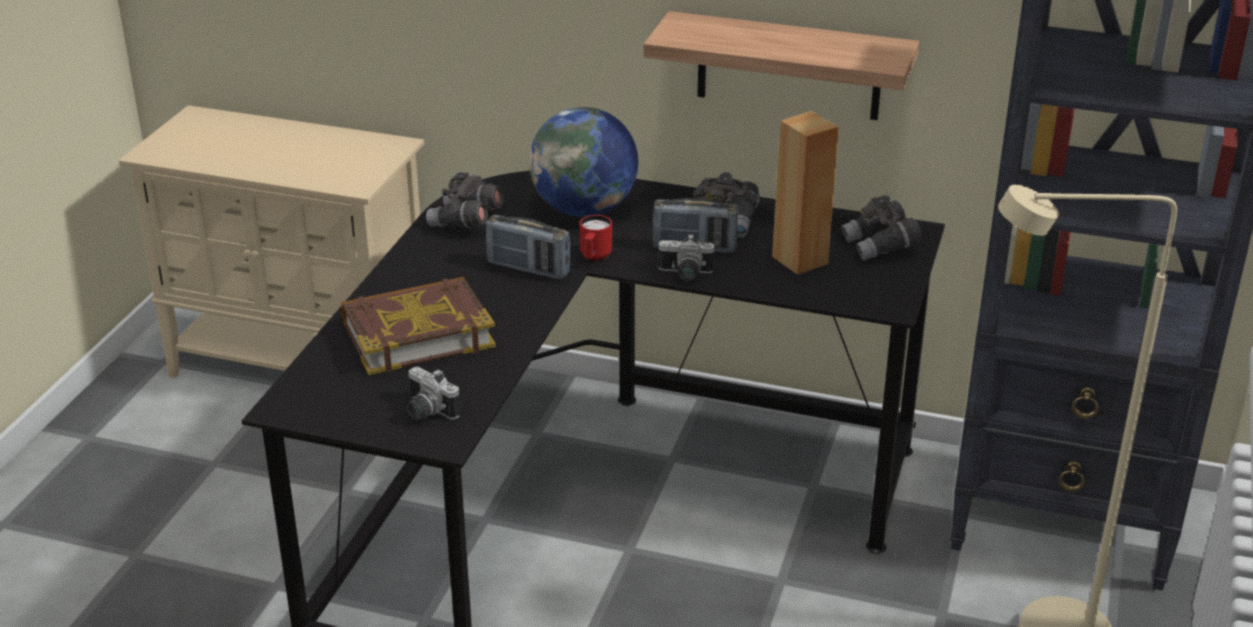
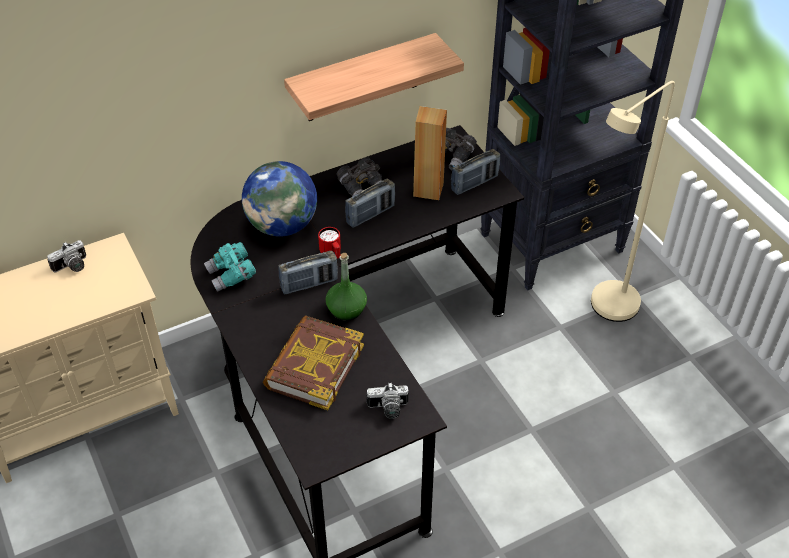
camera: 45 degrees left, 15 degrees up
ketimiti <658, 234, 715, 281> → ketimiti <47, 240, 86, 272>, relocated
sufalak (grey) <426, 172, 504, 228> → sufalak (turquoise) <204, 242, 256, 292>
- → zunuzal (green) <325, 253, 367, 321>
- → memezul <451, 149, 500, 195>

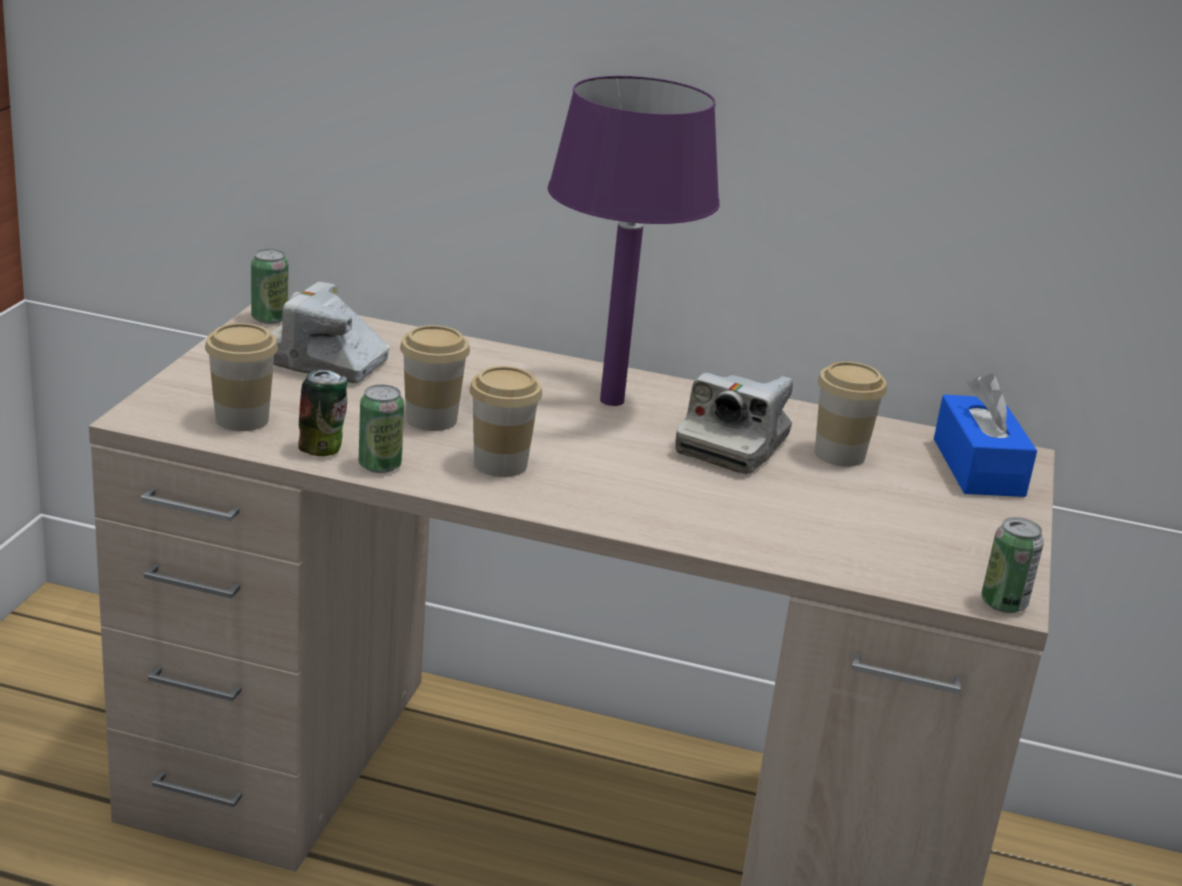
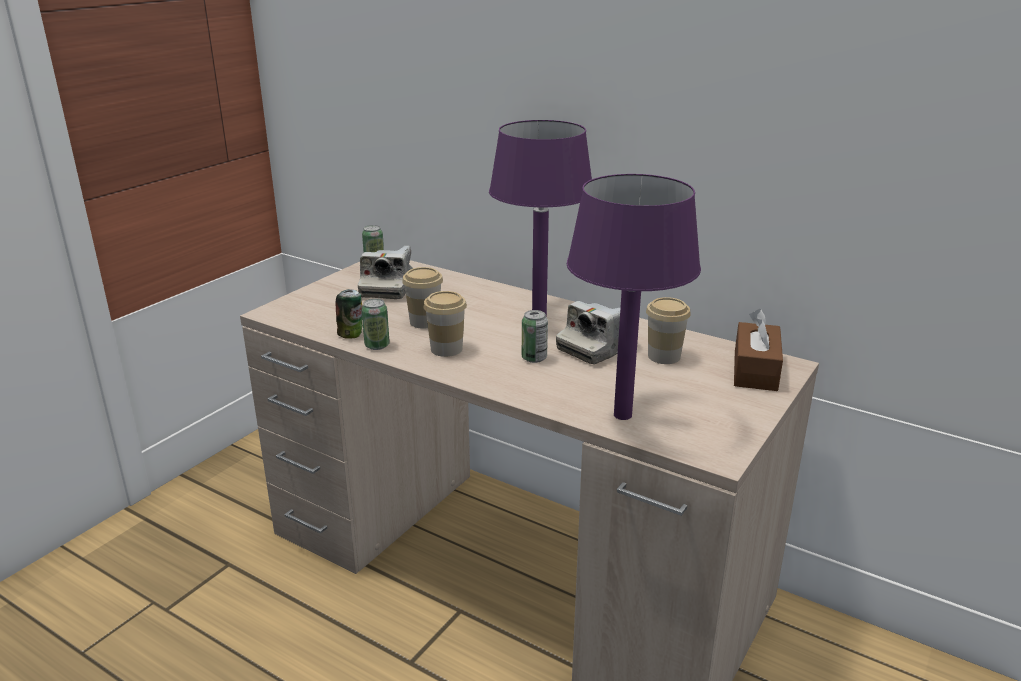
camera: 20 degrees right, 0 degrees up
ketimiti <270, 282, 390, 383> → ketimiti <358, 246, 413, 299>, 120 degrees counterclockwise
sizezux <981, 517, 1044, 613> → sizezux <522, 310, 548, 363>, relocated
- → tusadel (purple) <567, 174, 701, 420>
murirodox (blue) <934, 374, 1037, 497> → murirodox (brown) <734, 309, 783, 391>
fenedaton <205, 323, 278, 431> → -

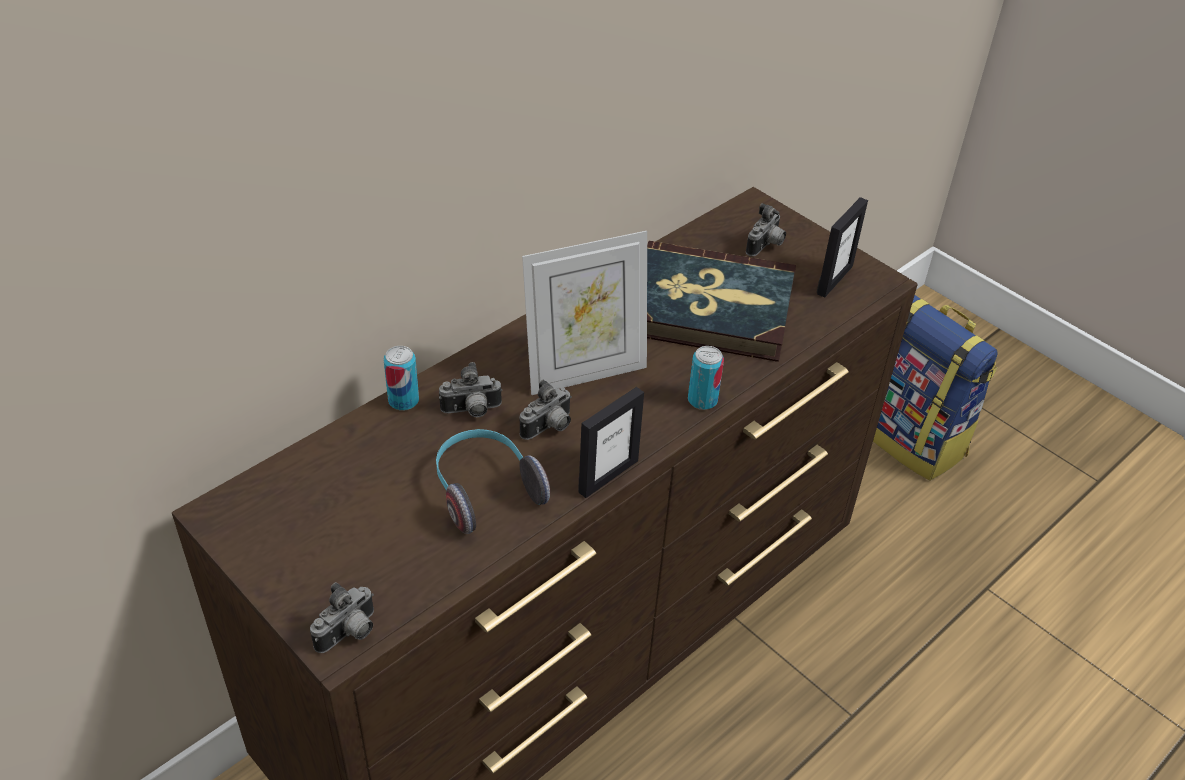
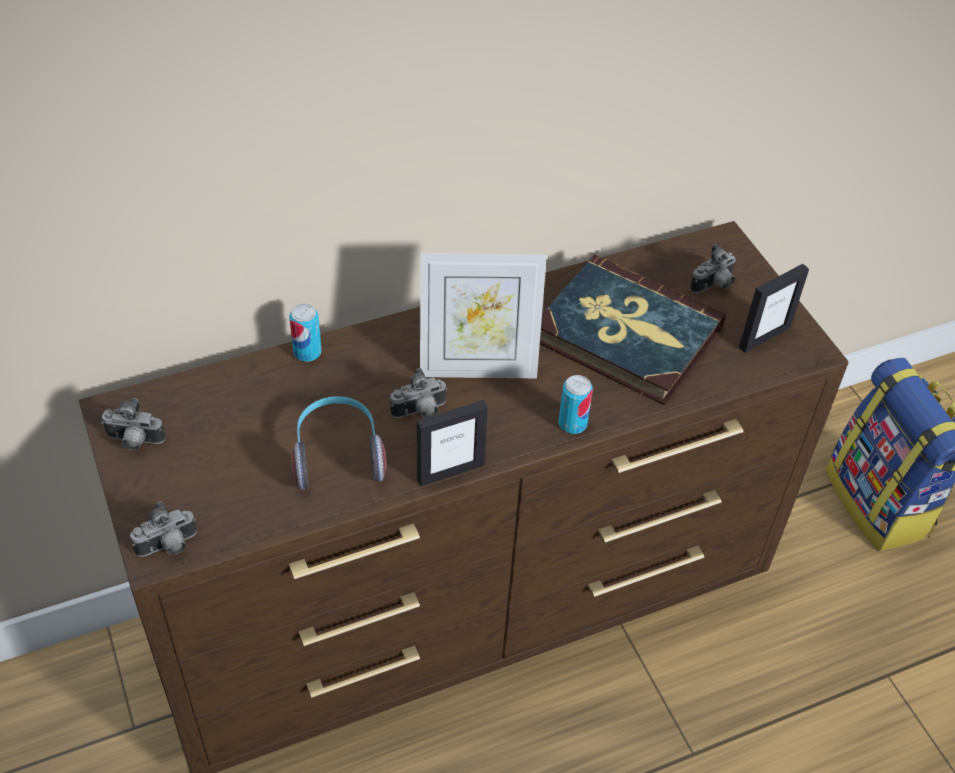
camera: 20 degrees right, 5 degrees up
ketimiti <439, 362, 502, 417> → ketimiti <101, 398, 166, 451>, relocated

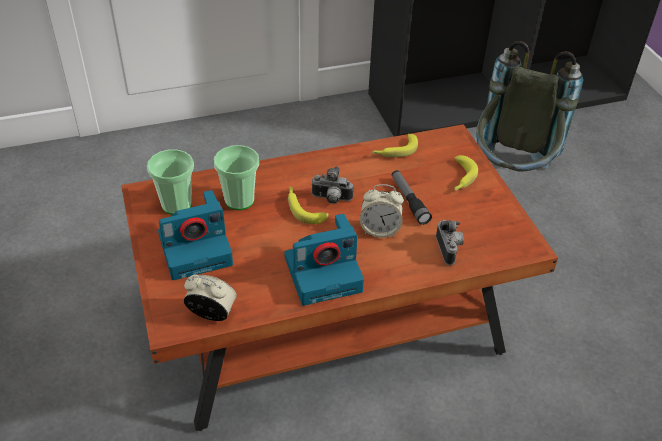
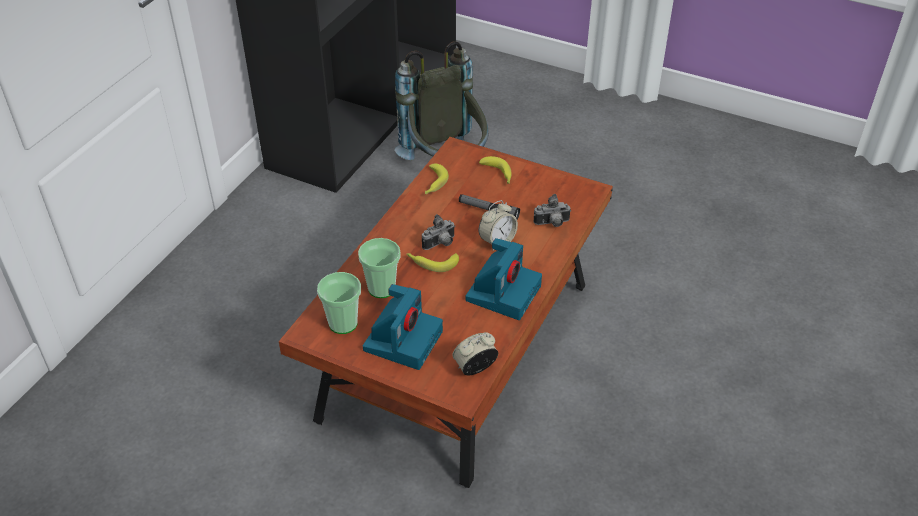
camera: 45 degrees left, 0 degrees up
ketimiti <436, 220, 464, 265> → ketimiti <534, 194, 571, 227>, 135 degrees clockwise

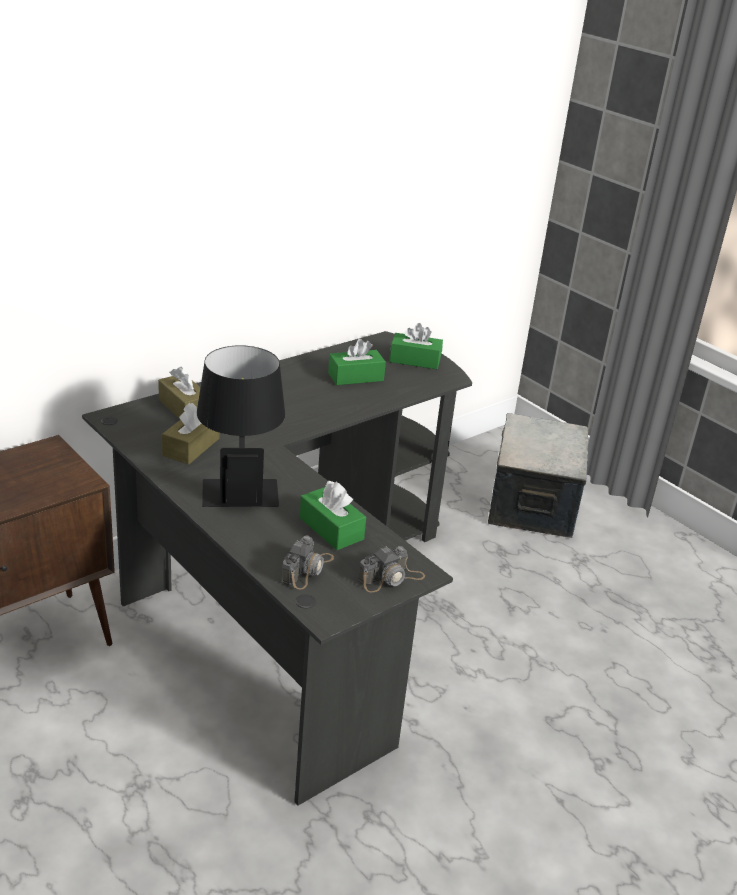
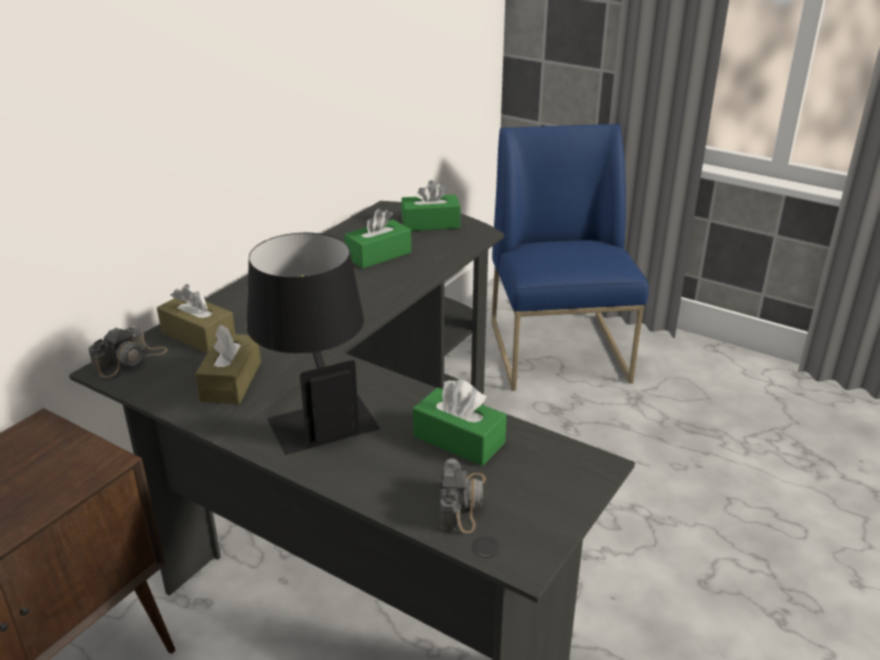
camera: 15 degrees left, 0 degrees up
ketimiti <358, 546, 425, 592> → ketimiti <88, 324, 168, 377>, relocated
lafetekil <488, 413, 588, 538> → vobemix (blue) <491, 124, 649, 391>

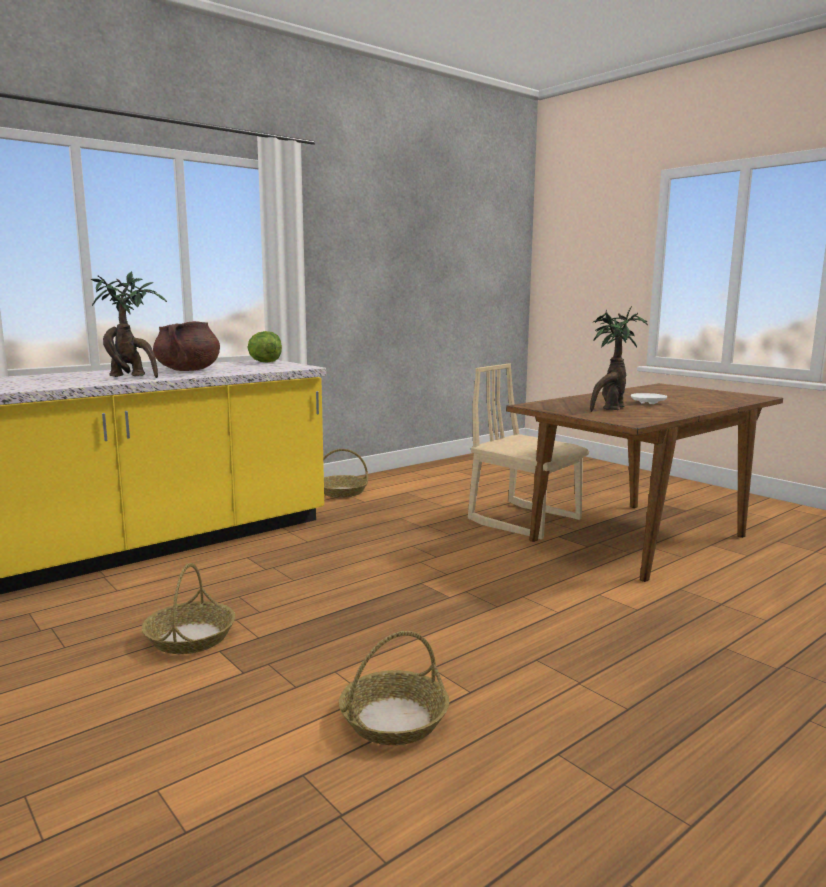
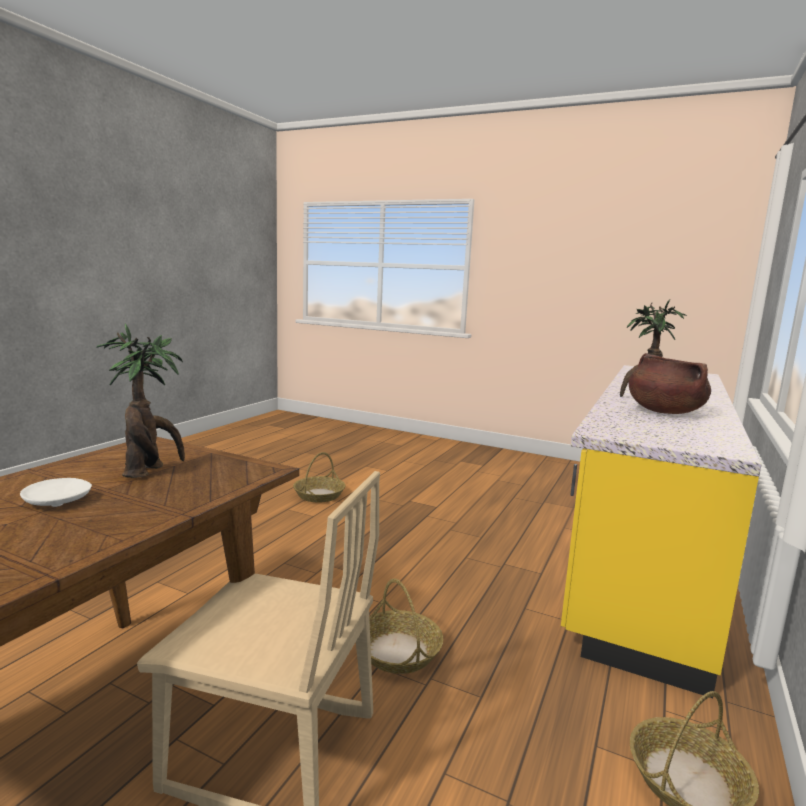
camera: 155 degrees right, 0 degrees up
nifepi <142, 563, 235, 654> → nifepi <369, 578, 443, 674>, relocated
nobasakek <248, 331, 282, 362> → -

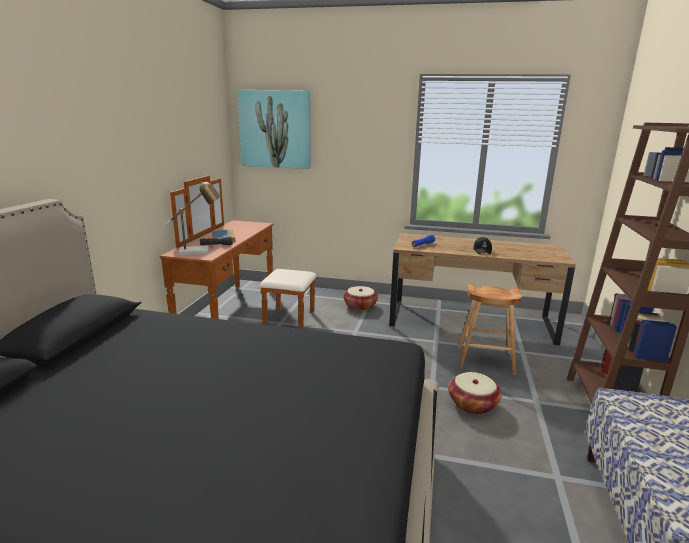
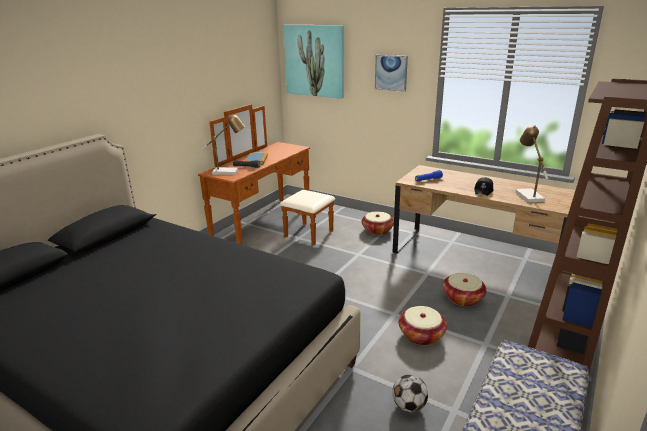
camera: 20 degrees right, 5 degrees up
- → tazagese <375, 55, 408, 91>
- → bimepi <392, 375, 428, 412>
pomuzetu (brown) <458, 284, 522, 375> → nifepi <443, 273, 487, 306>
- → tusadel <516, 125, 548, 203>

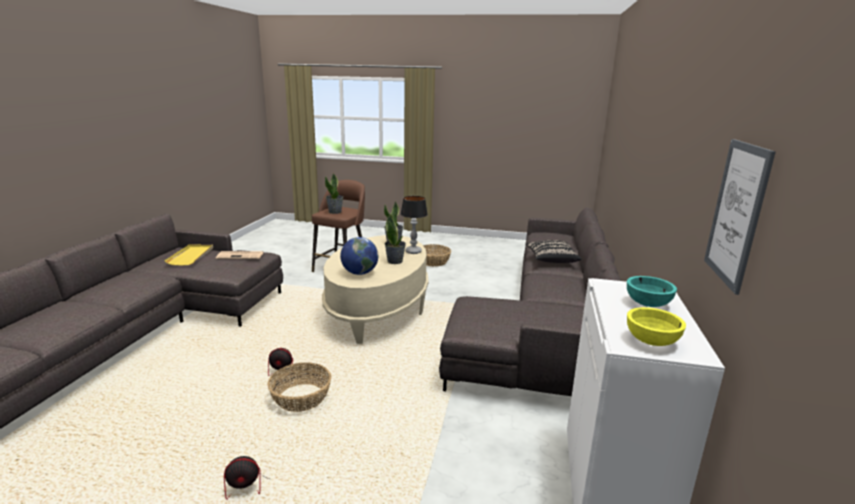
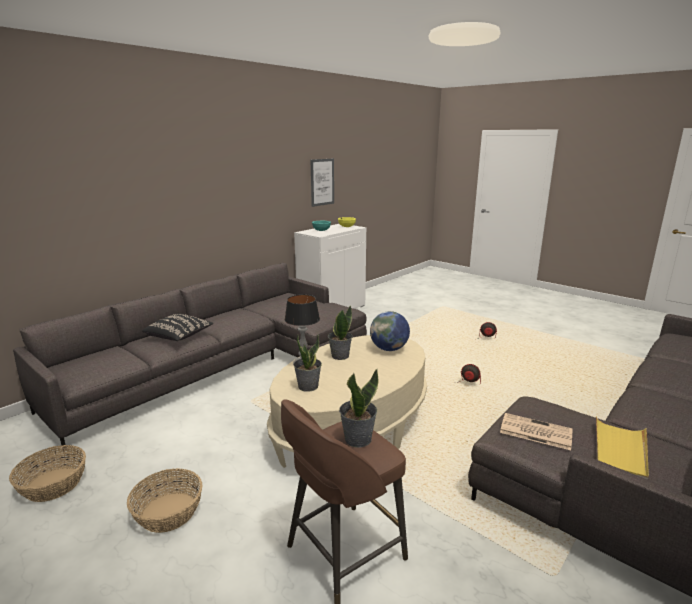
camera: 150 degrees left, 0 degrees up
nifepi <267, 362, 331, 412> → nifepi <9, 445, 86, 502>, relocated

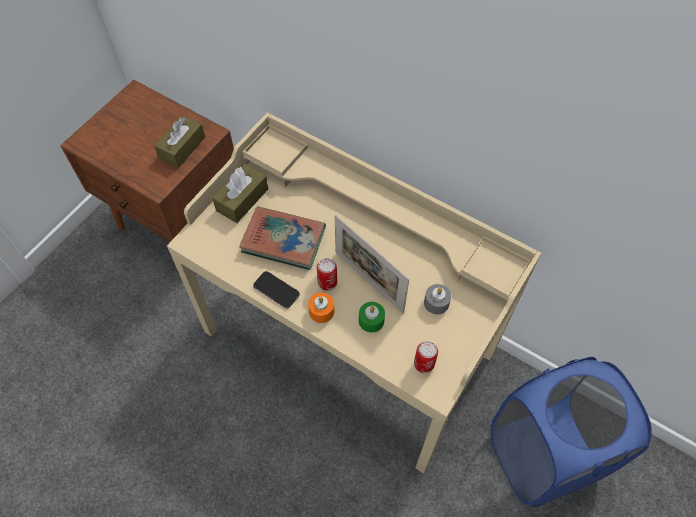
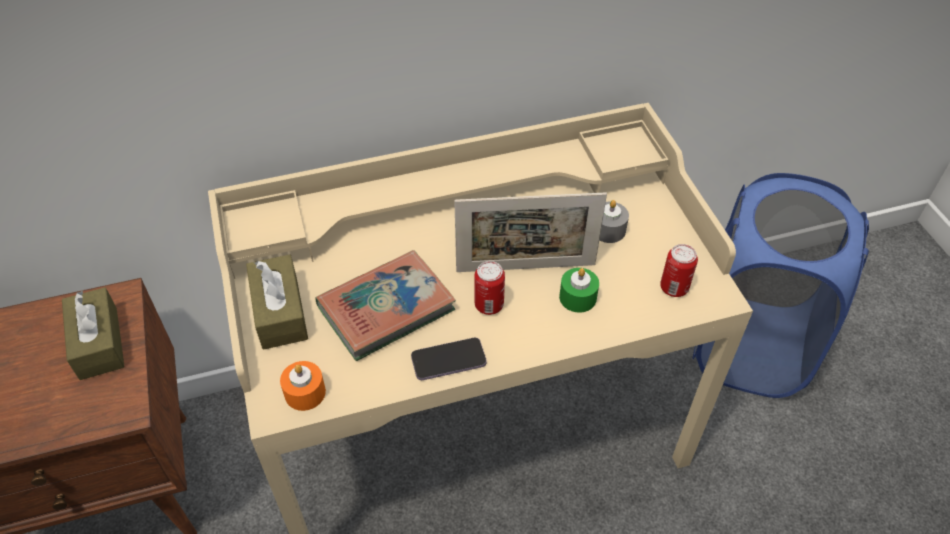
camera: 50 degrees left, 10 degrees down
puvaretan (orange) <308, 292, 334, 323> → puvaretan (orange) <280, 361, 326, 411>, relocated

